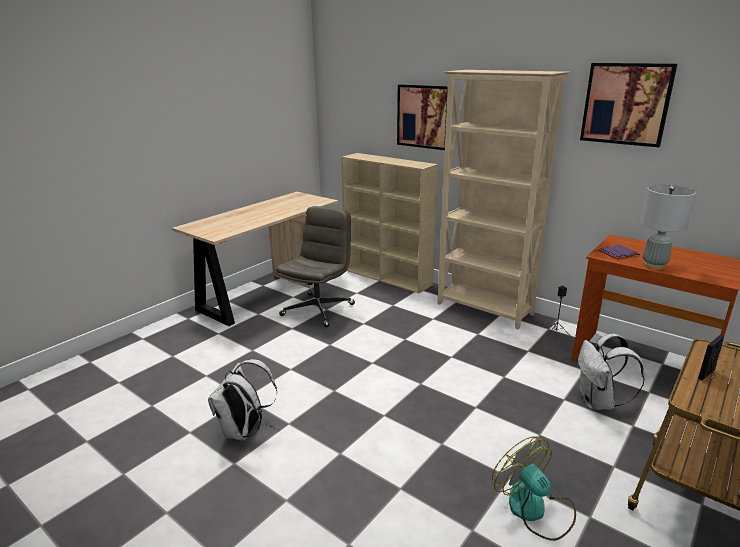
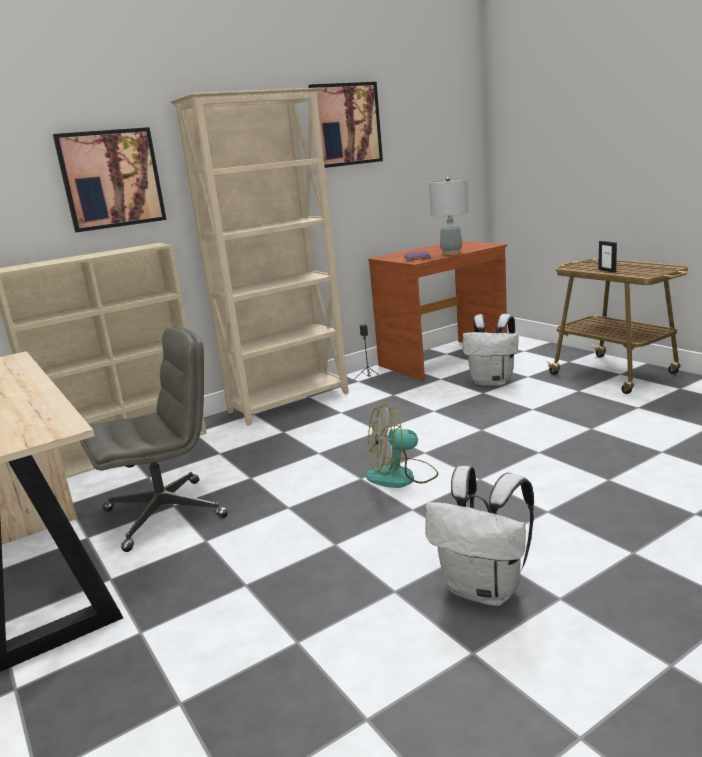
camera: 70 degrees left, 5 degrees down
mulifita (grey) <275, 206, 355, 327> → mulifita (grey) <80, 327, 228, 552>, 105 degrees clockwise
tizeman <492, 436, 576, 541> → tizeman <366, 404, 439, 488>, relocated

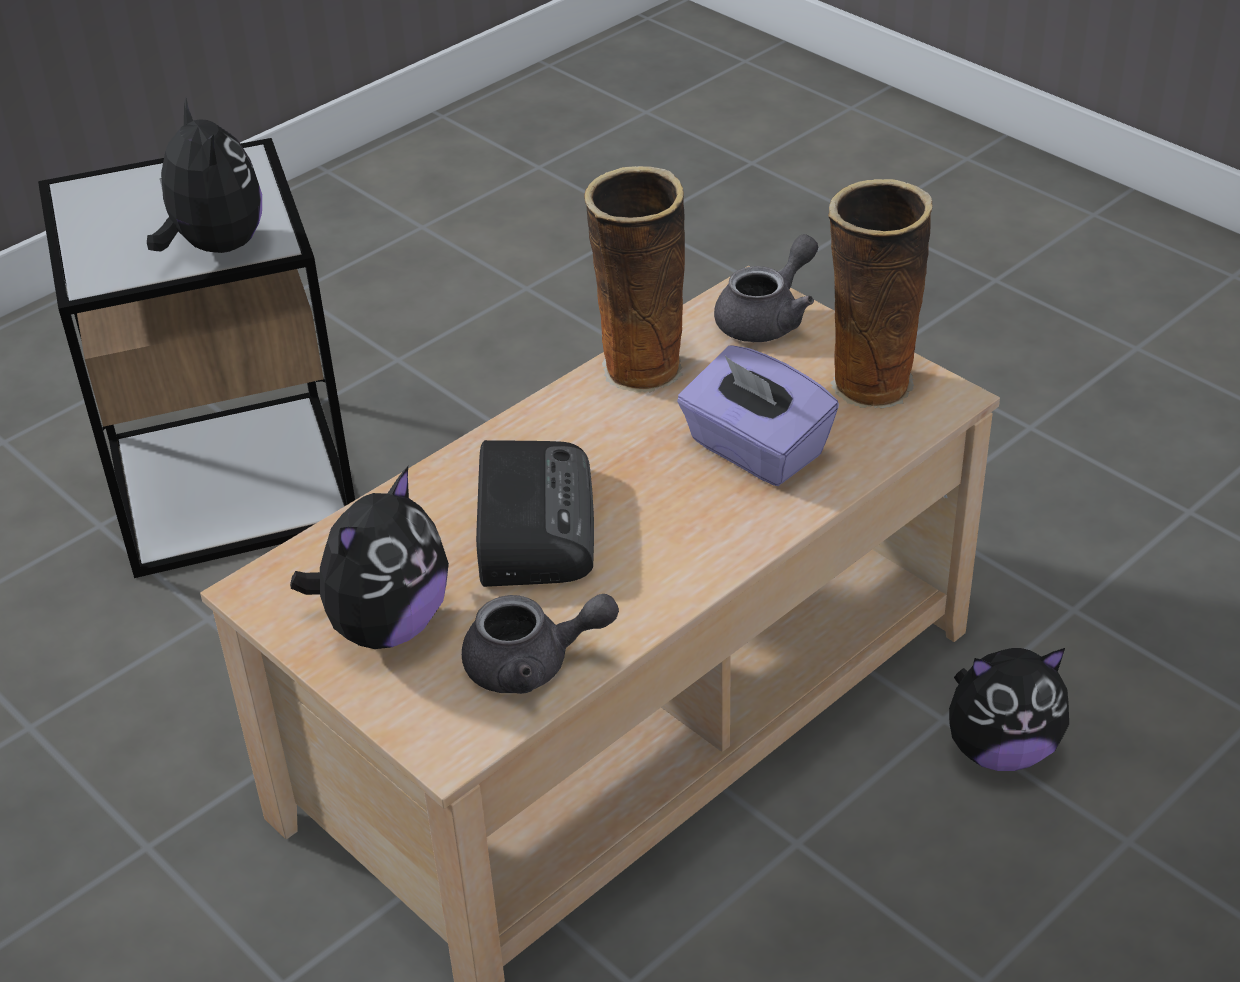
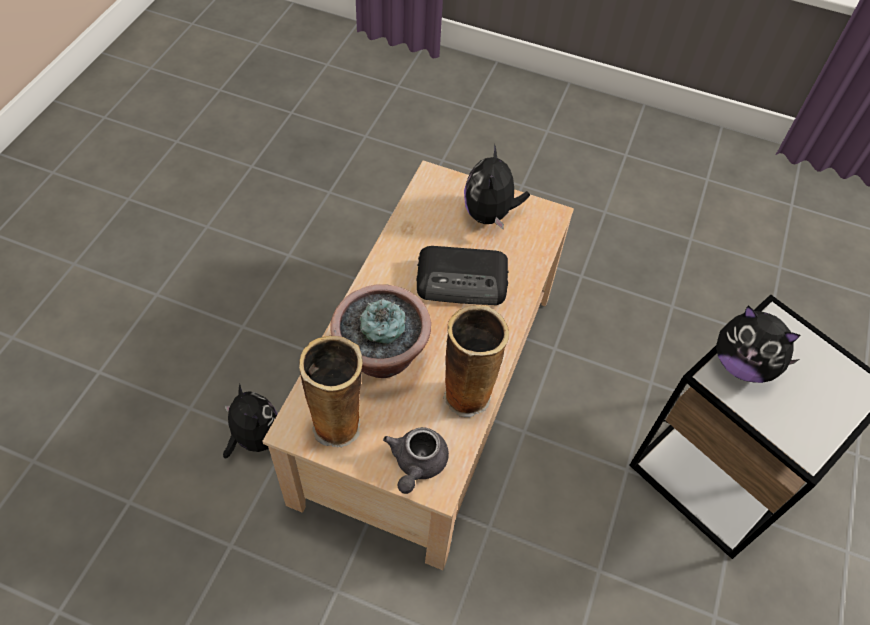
camera: 150 degrees right, 15 degrees up
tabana <949, 648, 1069, 771> → tabana <223, 384, 278, 459>, 90 degrees clockwise
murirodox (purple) <677, 345, 839, 486> → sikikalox <330, 284, 431, 378>
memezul <476, 440, 594, 587> → memezul <417, 246, 509, 305>, 60 degrees counterclockwise
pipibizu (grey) <462, 594, 619, 694> → -

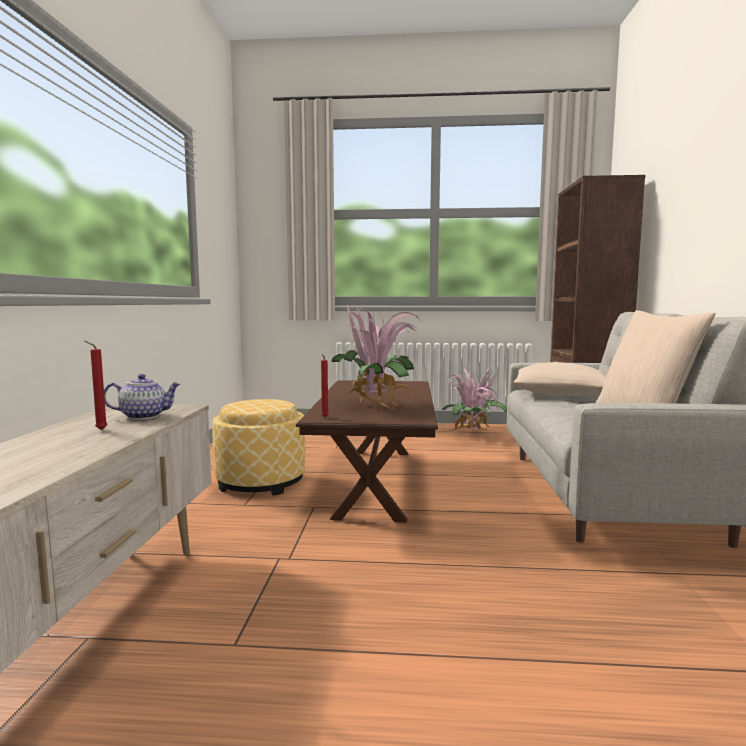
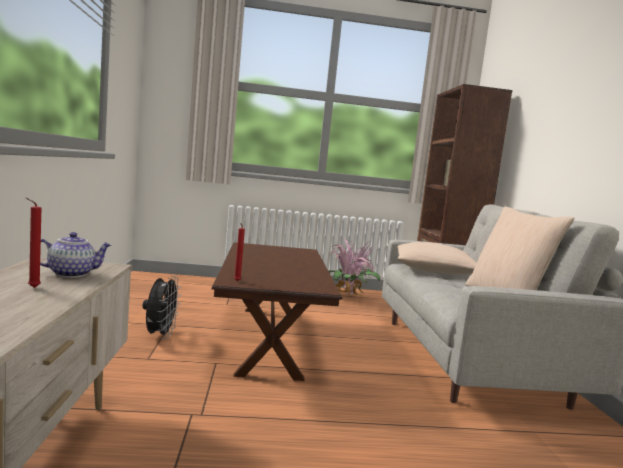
camera: 10 degrees left, 0 degrees up
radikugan <212, 399, 305, 496> → tizeman (black) <143, 275, 181, 339>
sikikalox <331, 304, 422, 412> → -

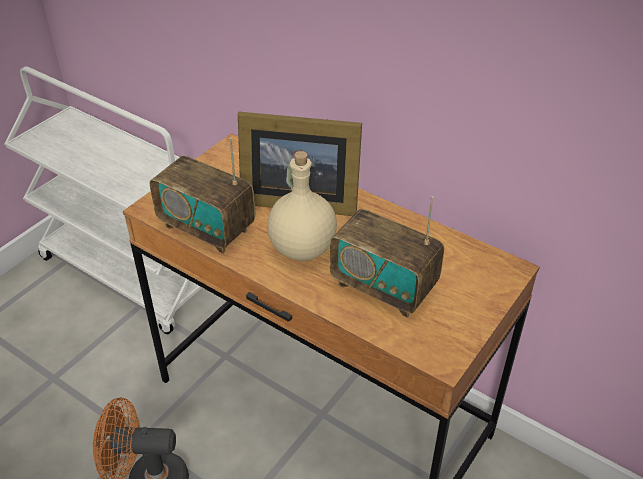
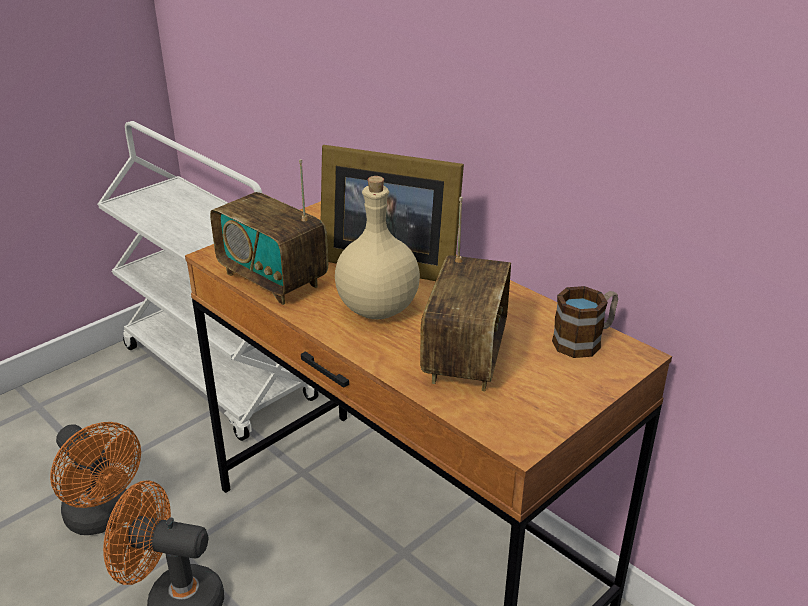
camera: 10 degrees right, 10 degrees down
- → tizeman (orange) <50, 422, 141, 535>
memezul <330, 196, 444, 318> → memezul <420, 197, 511, 391>, 120 degrees counterclockwise
- → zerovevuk <552, 286, 618, 358>

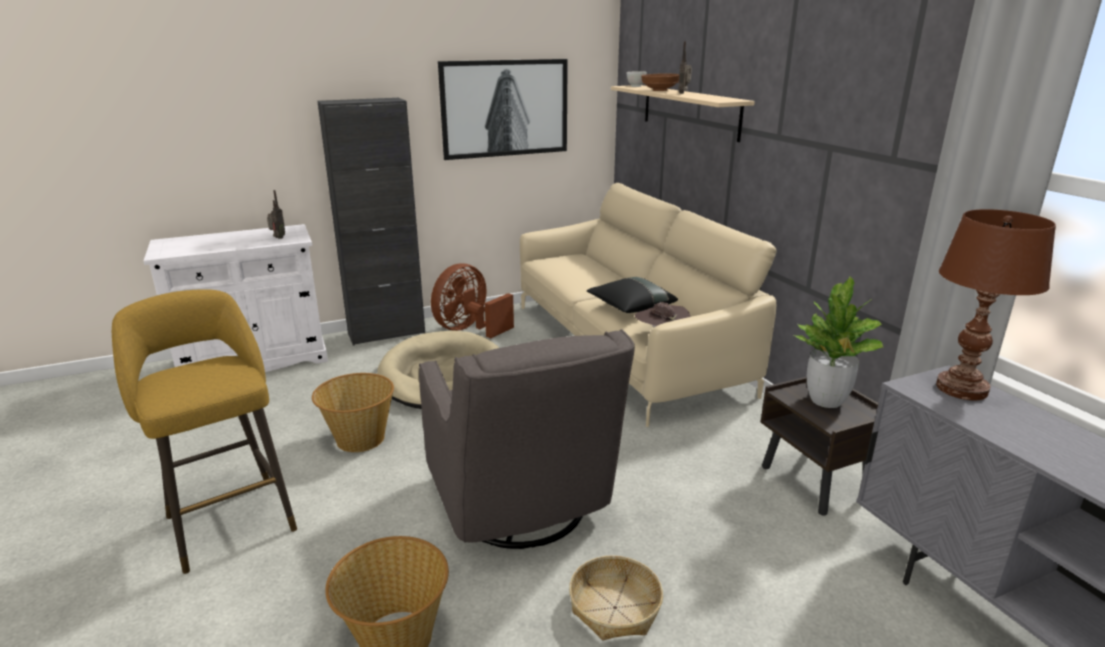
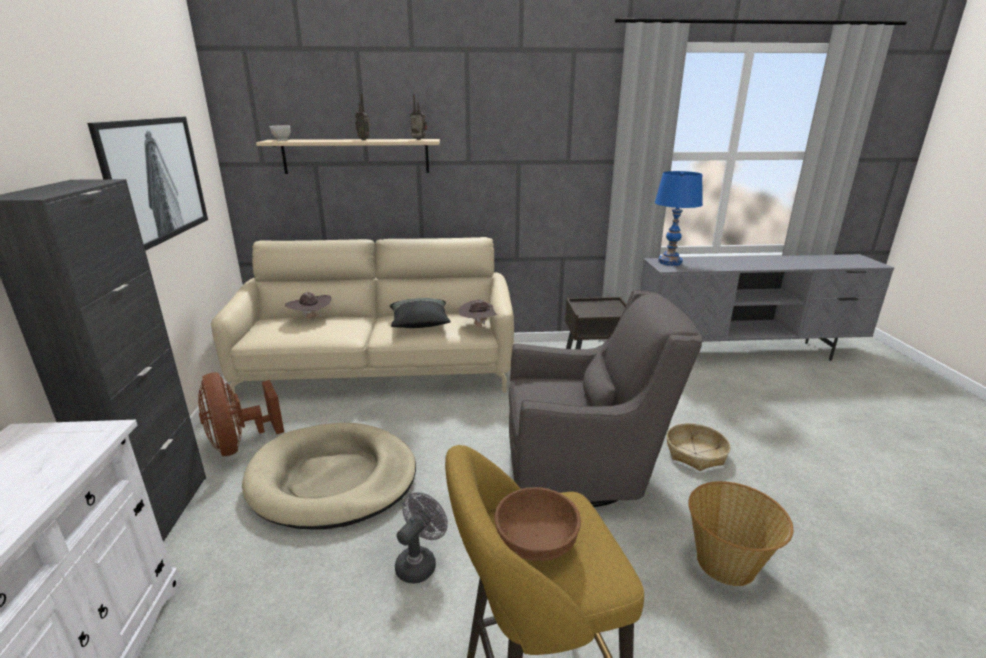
camera: 70 degrees left, 0 degrees up
- → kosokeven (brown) <285, 292, 331, 319>
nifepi <312, 373, 394, 452> → tizeman (grey) <395, 492, 448, 584>
memezul <267, 190, 285, 239> → memezul <410, 94, 427, 140>, relocated
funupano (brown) <641, 73, 679, 91> → funupano (brown) <494, 487, 581, 561>, relocated
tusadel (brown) <936, 209, 1056, 400> → tusadel (blue) <655, 171, 703, 266>
sikikalox <794, 276, 884, 408> → -

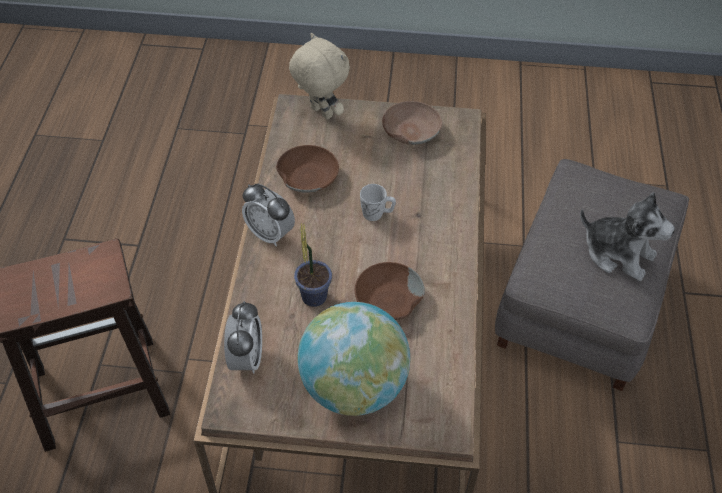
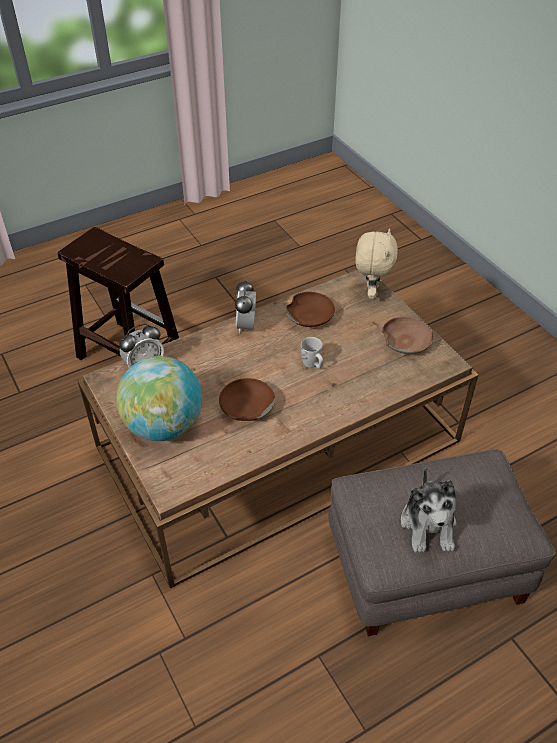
camera: 55 degrees right, 5 degrees down
sikikalox <294, 223, 332, 307> → -

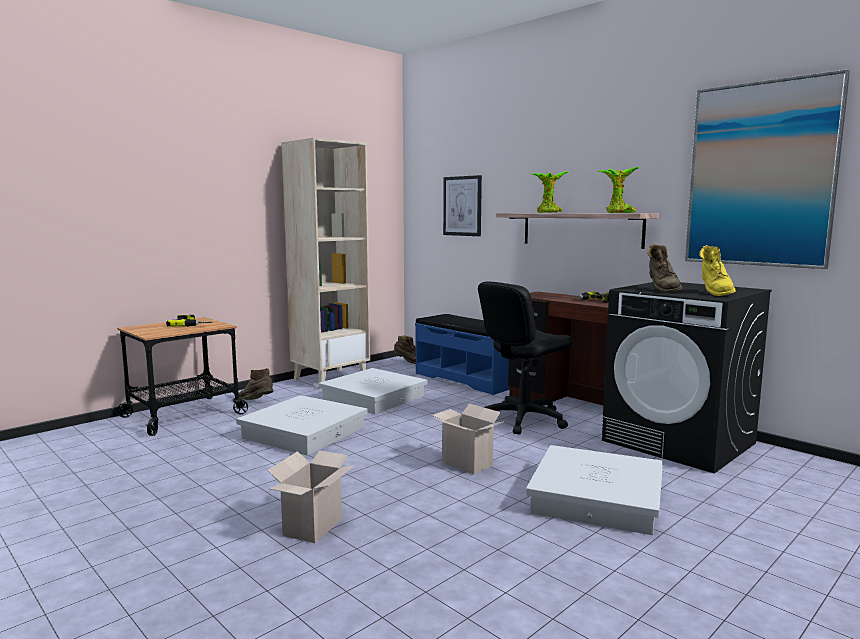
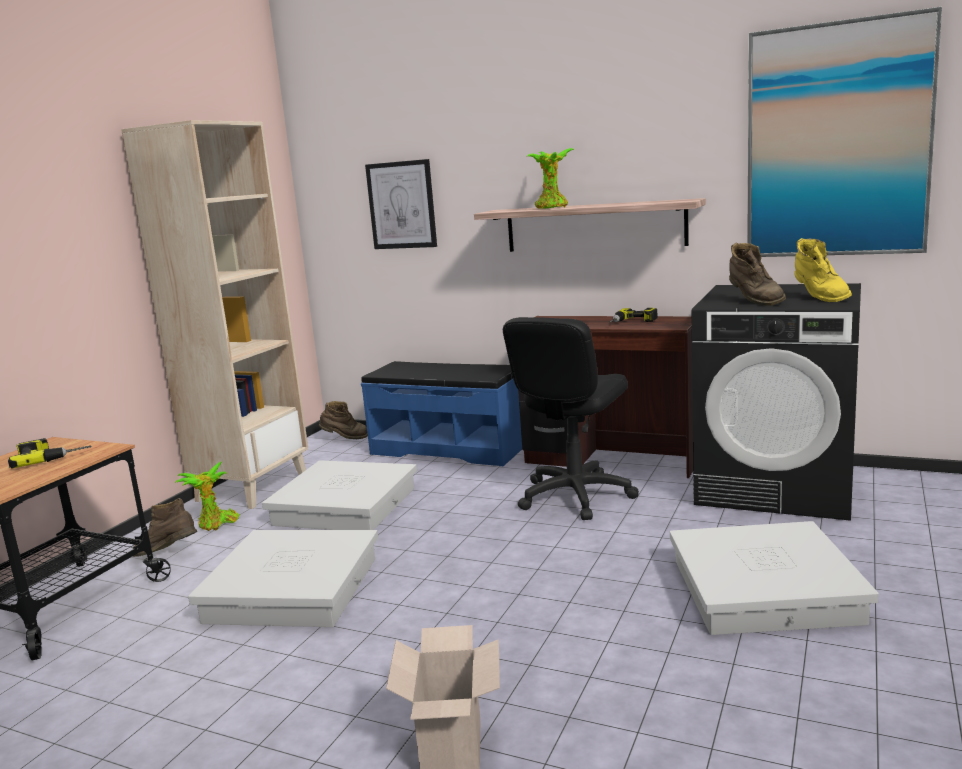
camera: 20 degrees left, 5 degrees up
sikikalox <598, 167, 640, 213> → sikikalox <176, 461, 239, 531>, relocated
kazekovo <432, 404, 505, 474> → -

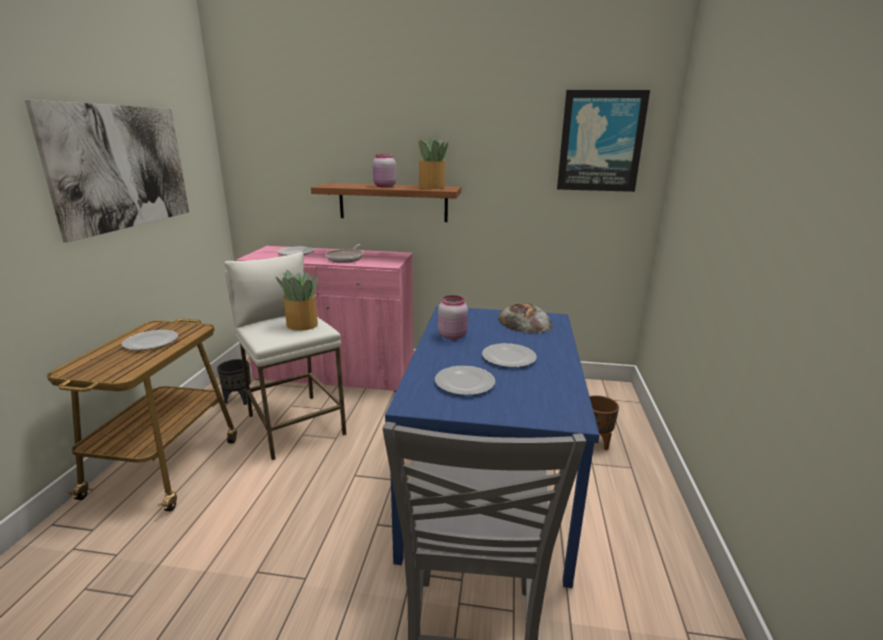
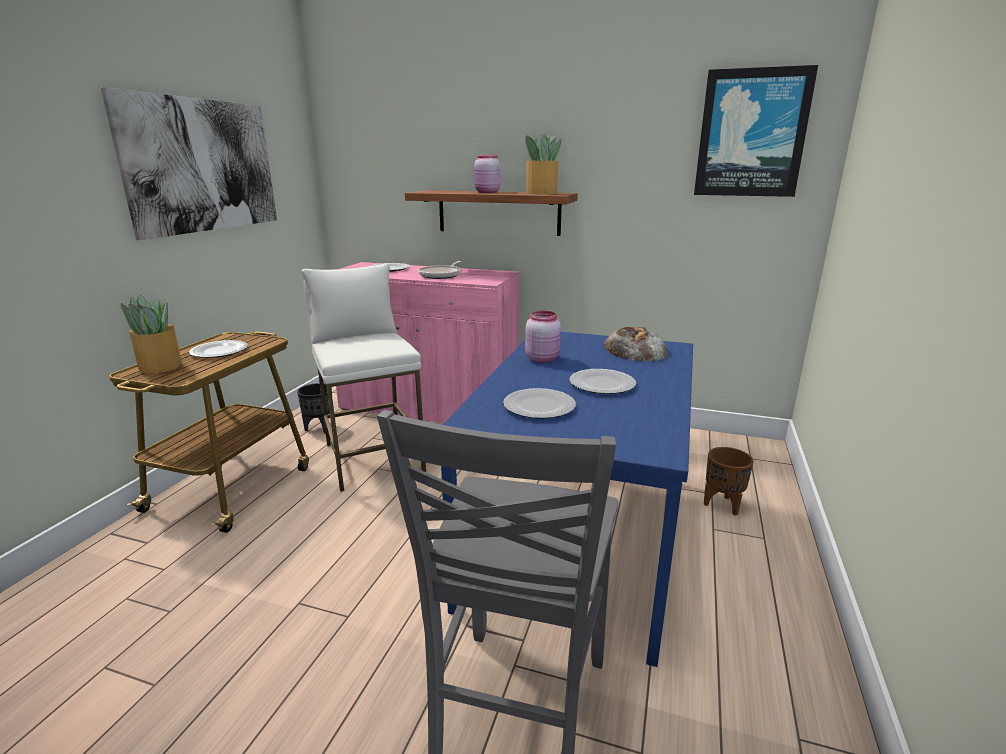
camera: 10 degrees right, 0 degrees up
sikikalox <275, 270, 318, 331> → sikikalox <119, 295, 182, 373>, relocated

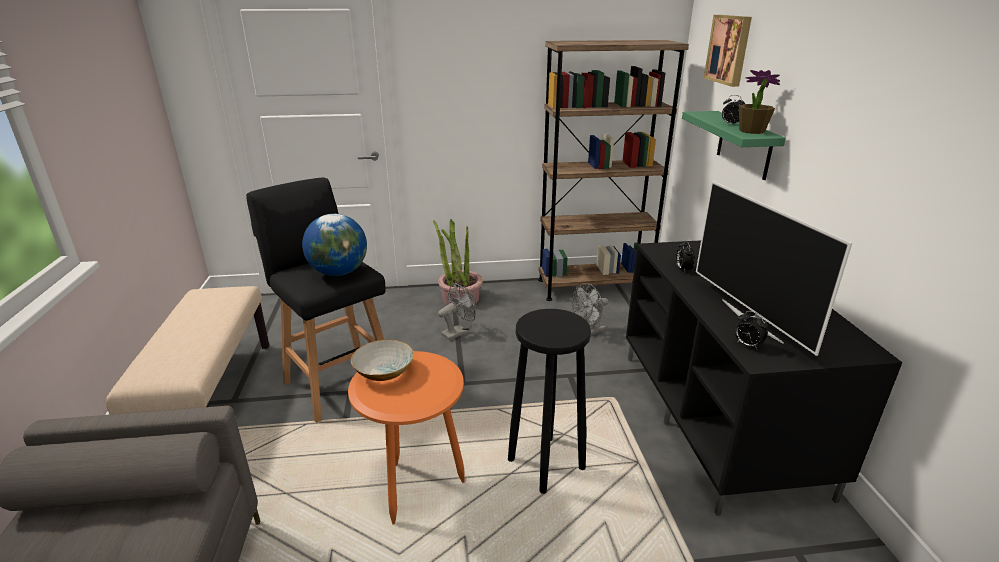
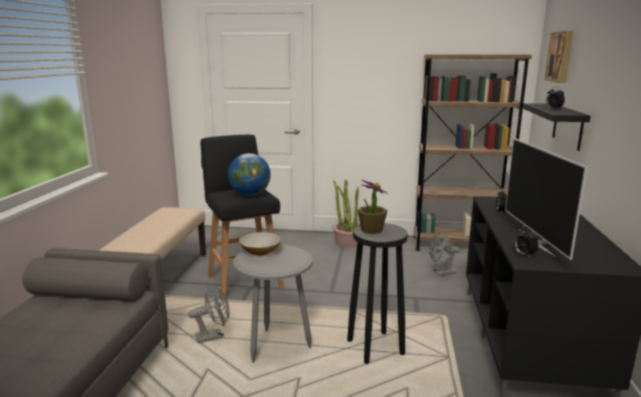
camera: 15 degrees right, 10 degrees down
tizeman (grey) <438, 283, 477, 340> → tizeman (grey) <188, 284, 229, 343>, relocated
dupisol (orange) <348, 351, 465, 525> → dupisol (grey) <233, 244, 313, 363>
sikikalox <739, 70, 780, 134> → sikikalox <357, 180, 388, 234>, relocated
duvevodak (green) <682, 111, 786, 180> → duvevodak (black) <523, 103, 591, 151>

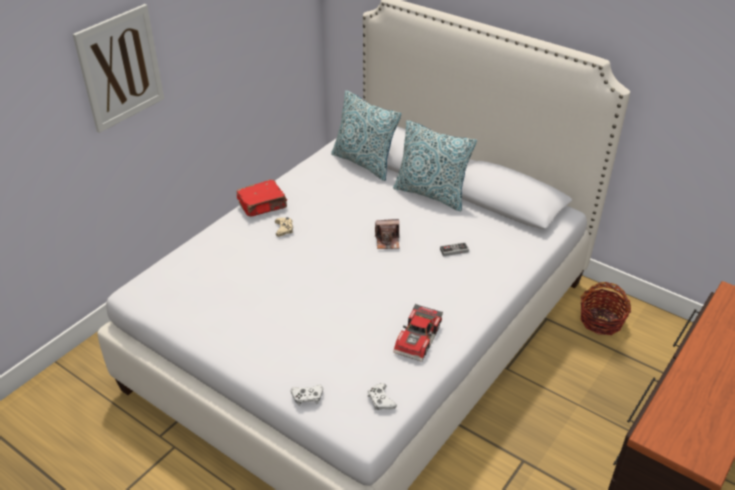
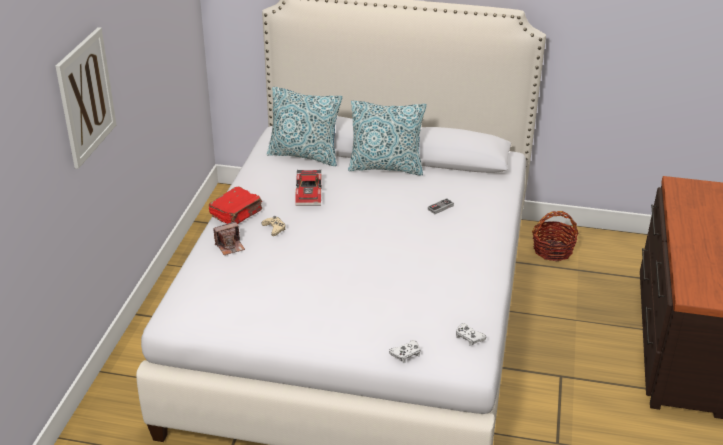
camera: 25 degrees left, 5 degrees down
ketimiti <375, 219, 399, 249> → ketimiti <213, 221, 245, 255>, relocated
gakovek <393, 304, 443, 362> → gakovek <296, 170, 322, 206>, relocated

